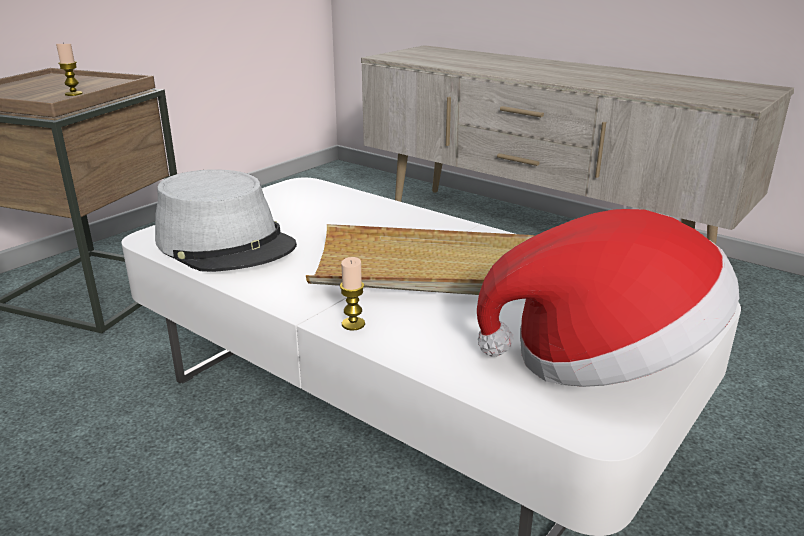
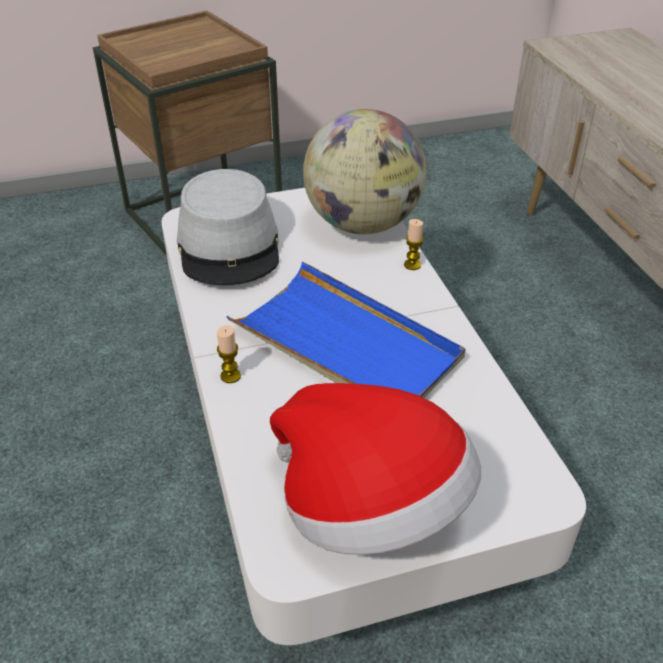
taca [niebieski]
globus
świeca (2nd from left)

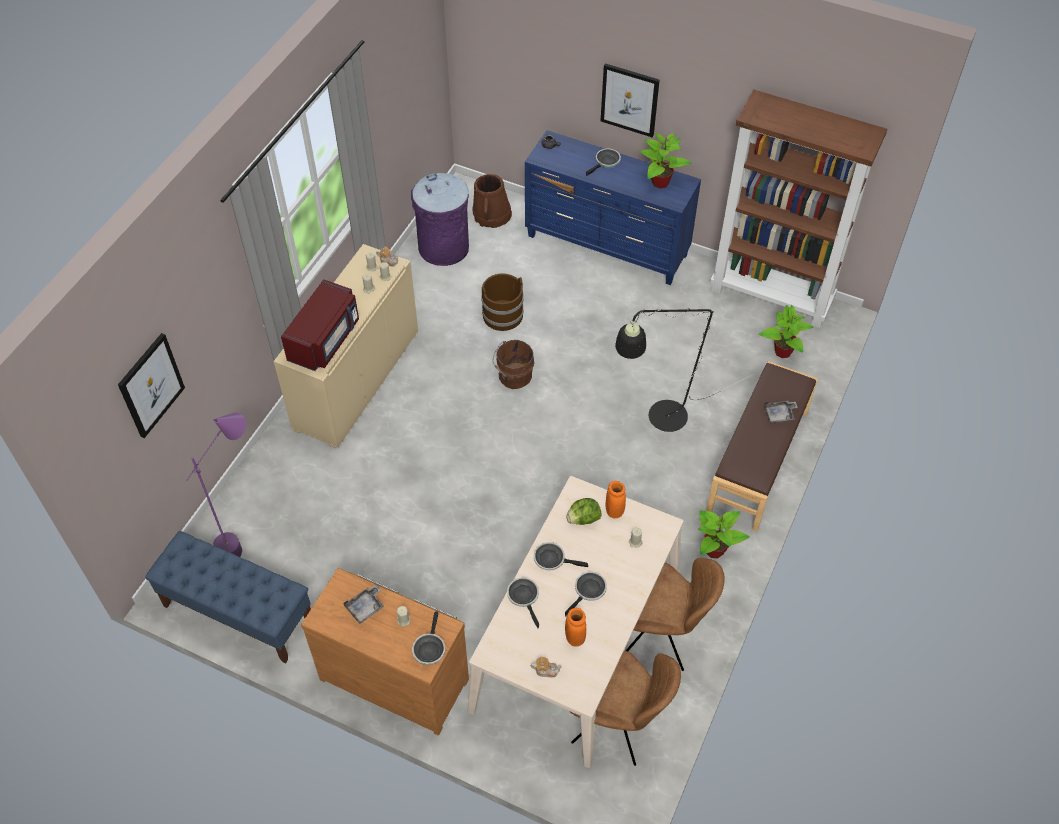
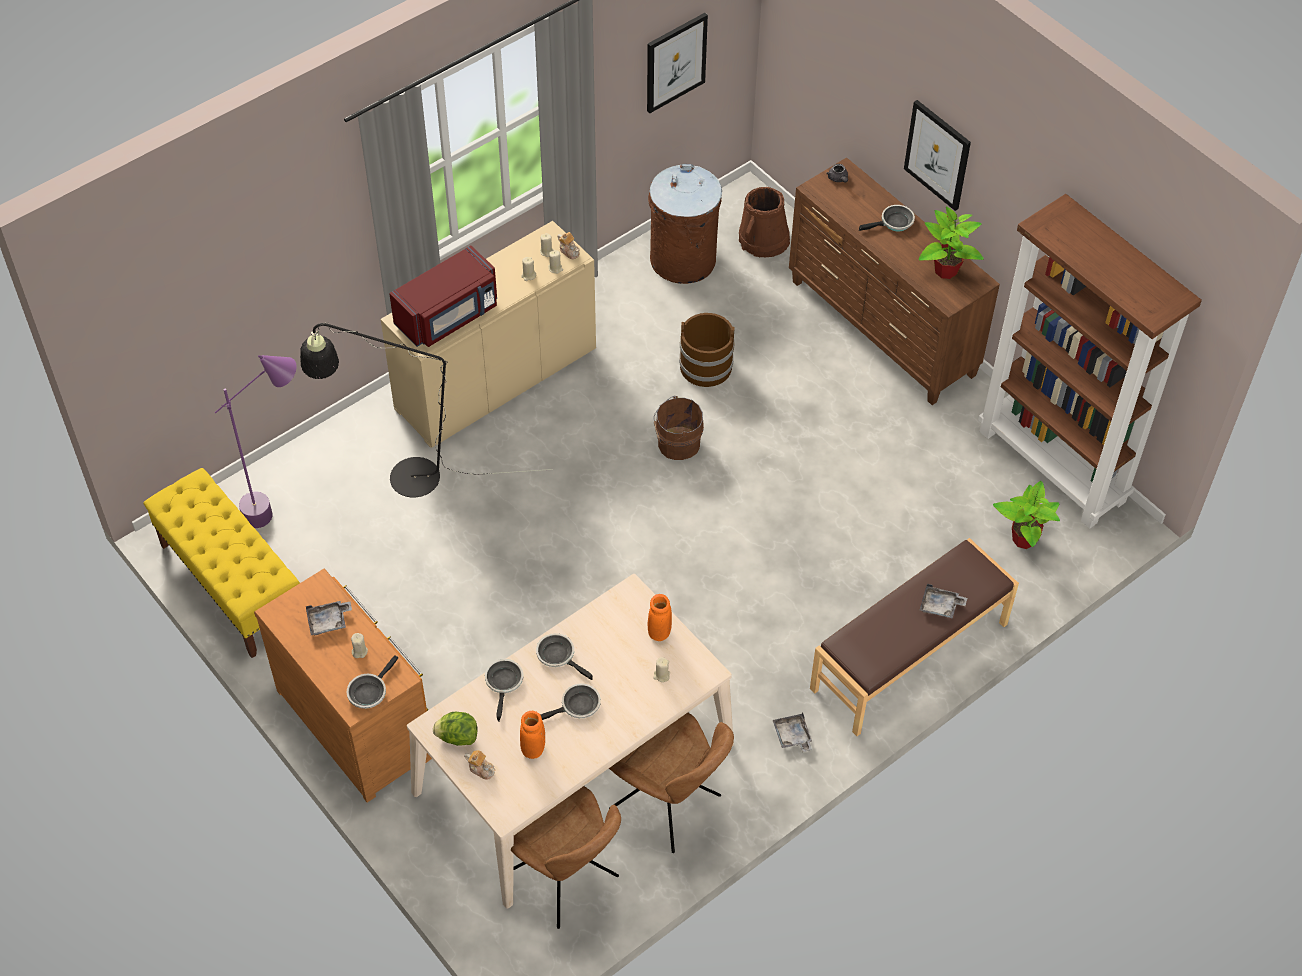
ławka [żółty]
lampa stojąca [czarny]
sałata
obraz (1st from left)
kosz na śmieci [brązowy]
taca [szary] (2nd from left)
komoda [brązowy] (2nd from left)

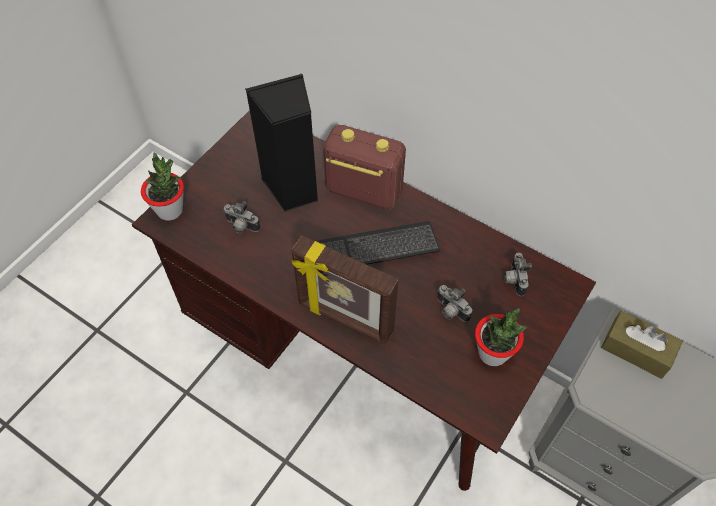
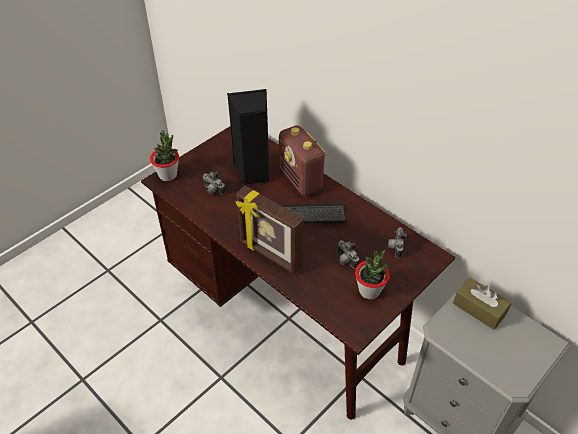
radio

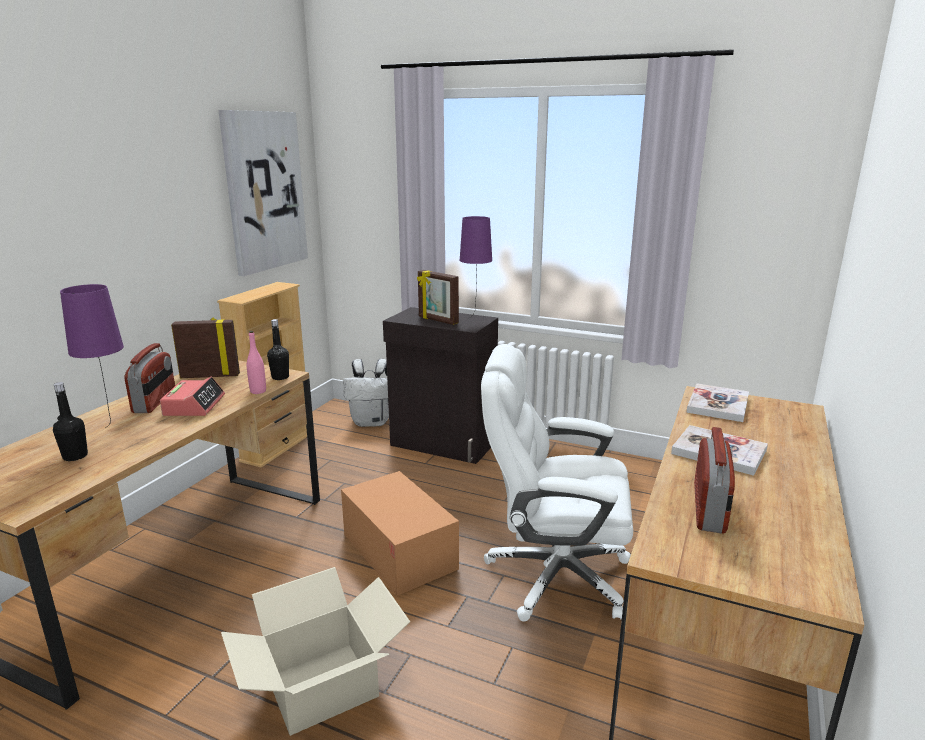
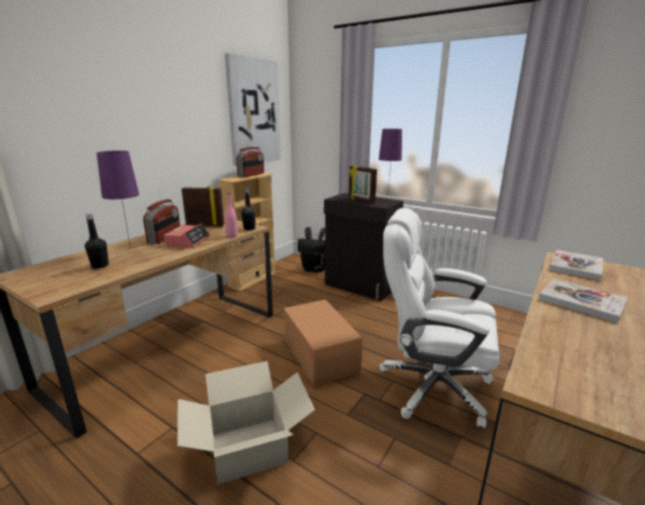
radio (2nd from left)
plecak [czarny]

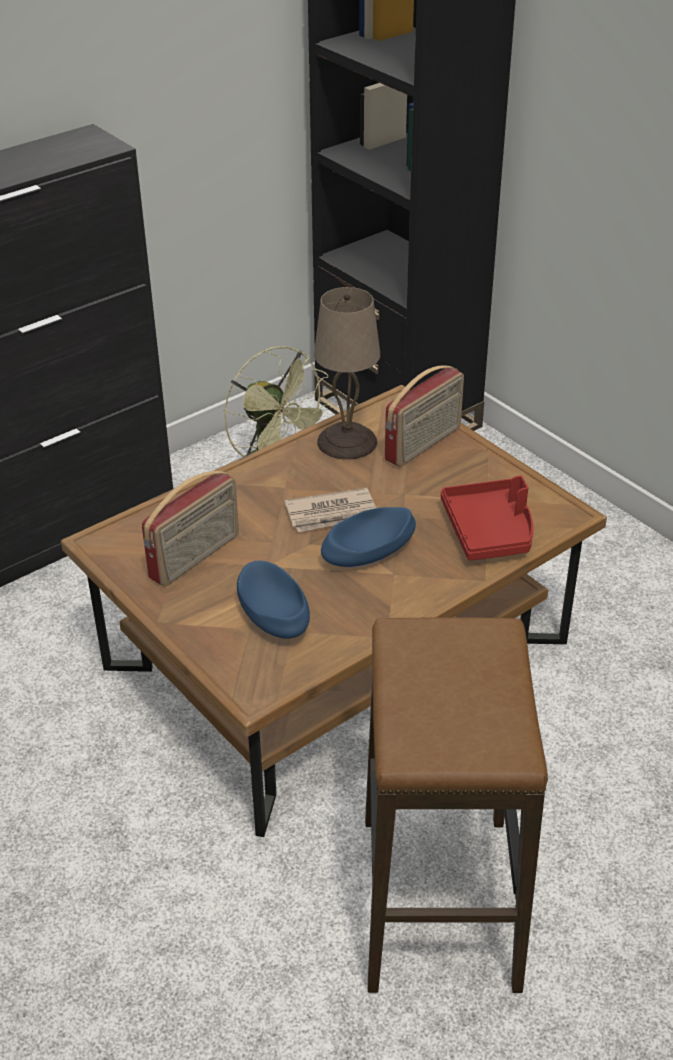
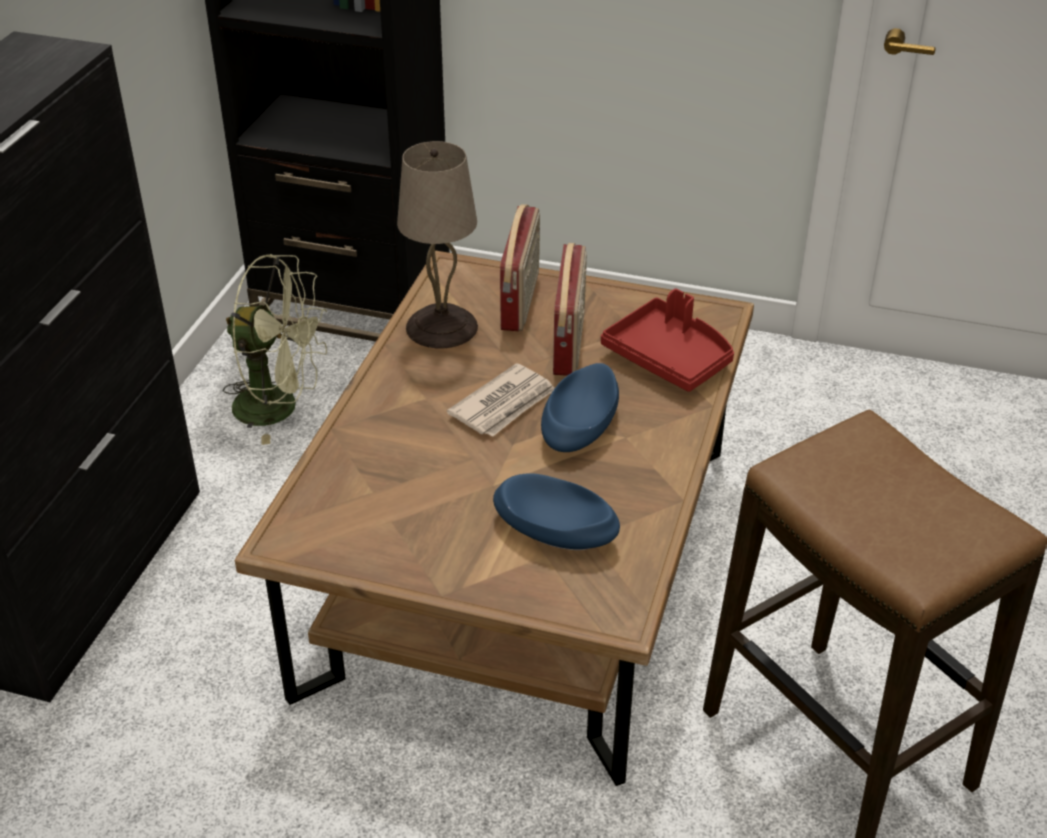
radio (2nd from left)

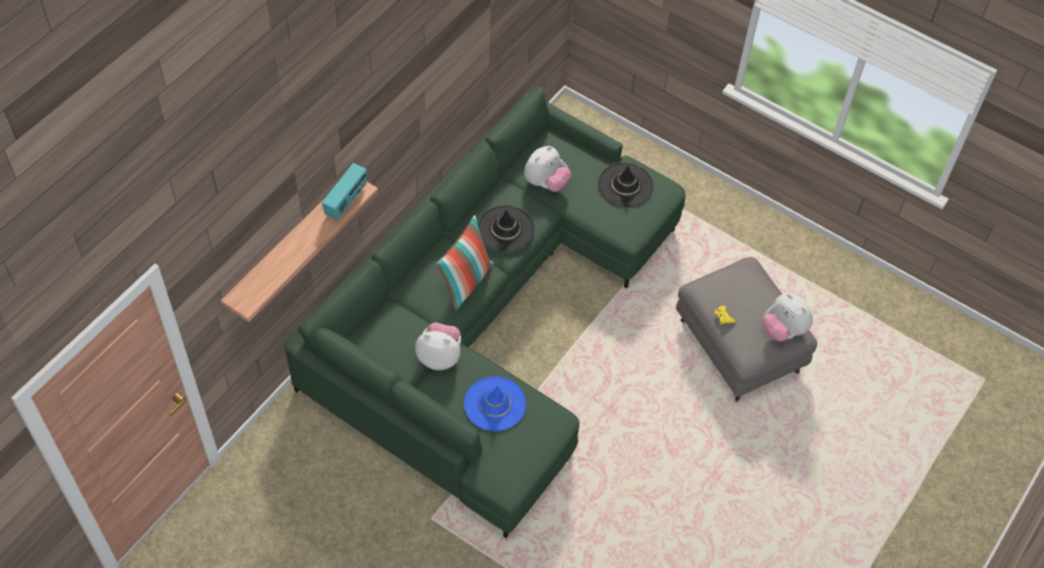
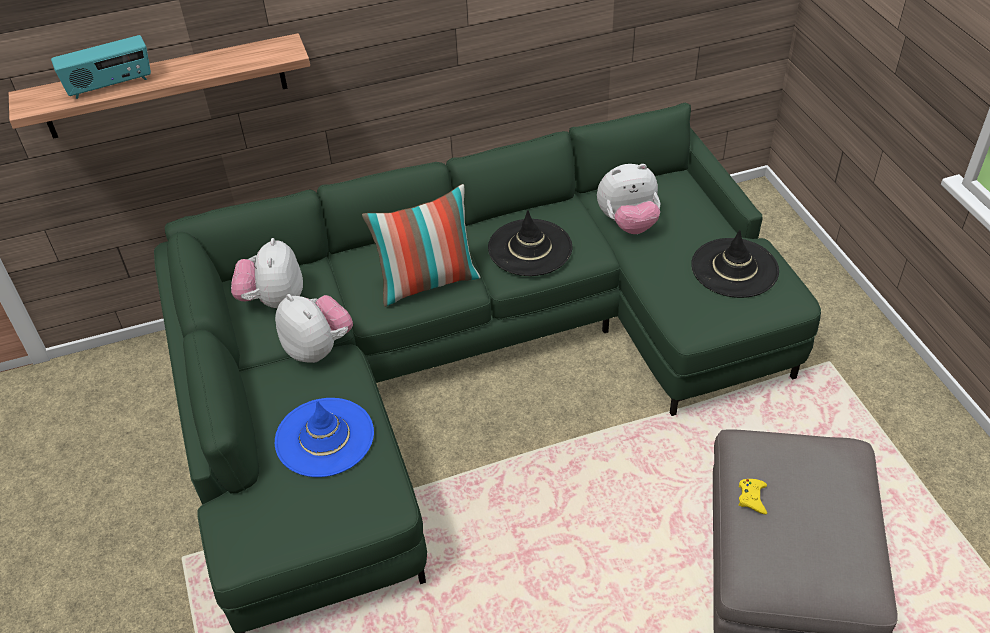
radio
pluszak (1st from left)

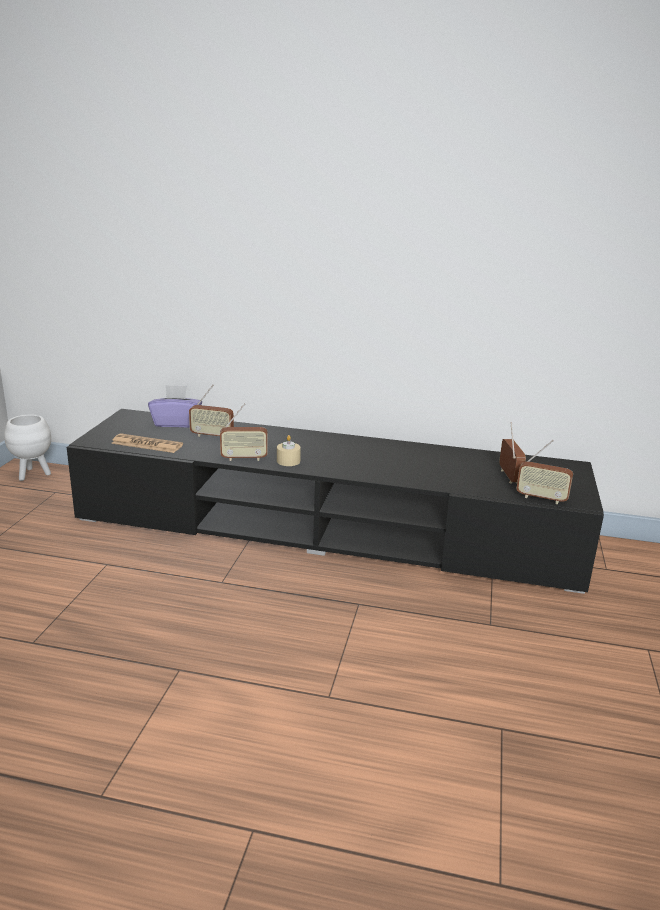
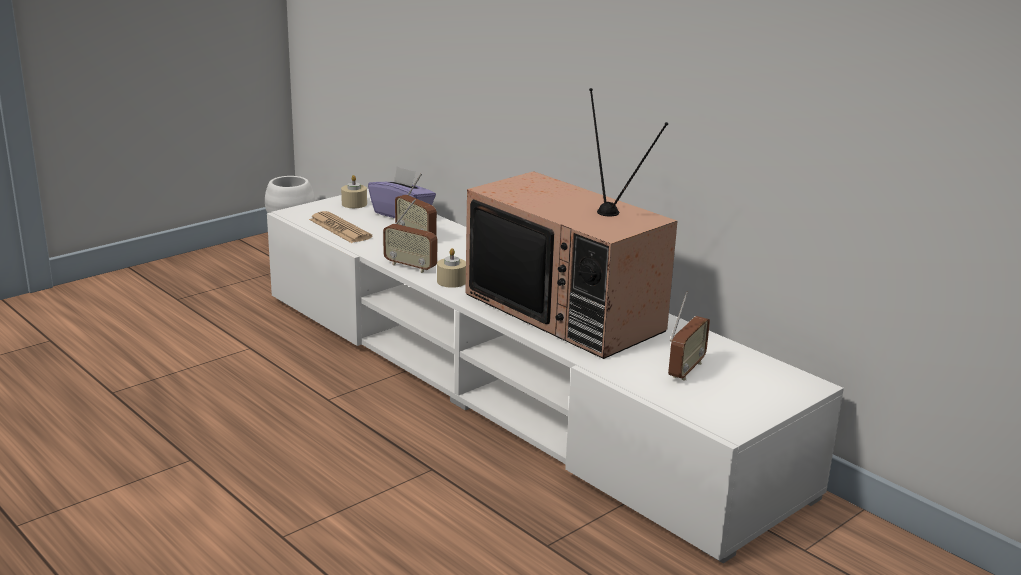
szafka pod telewizor [biały]
świeca [beżowy] (1st from left)
telewizor
radio (4th from left in the first image)

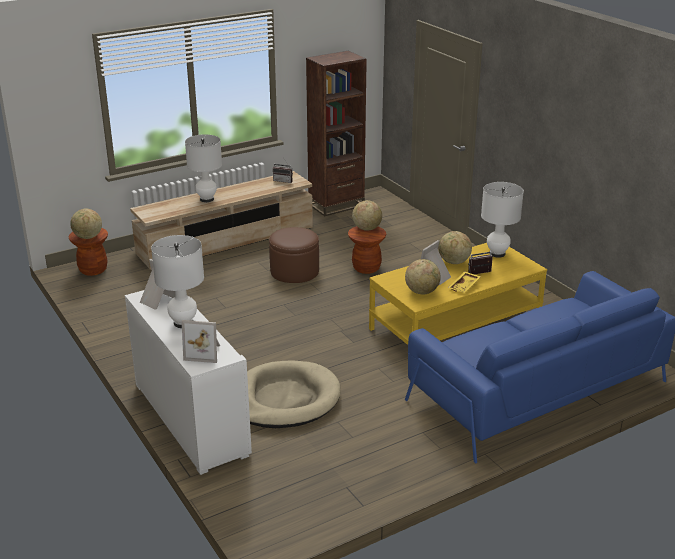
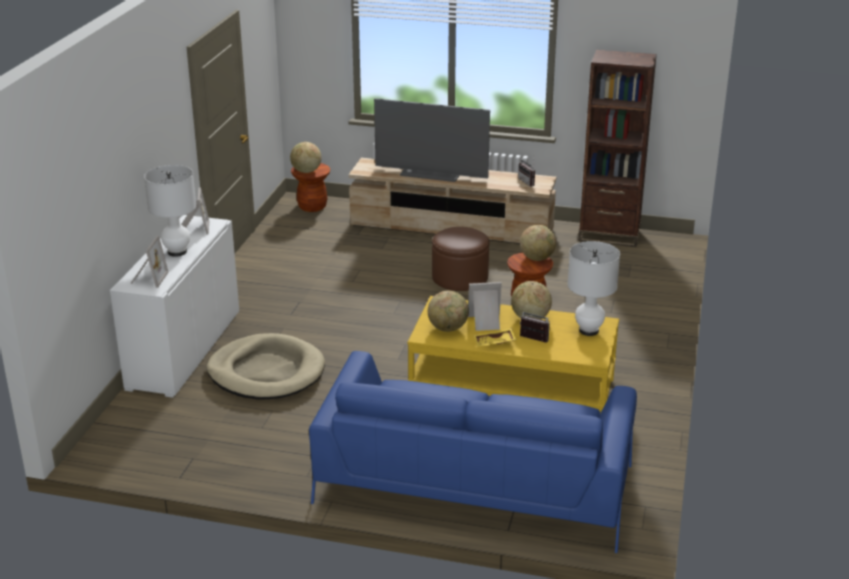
ramka na zdjęcie (1st from left)
telewizor

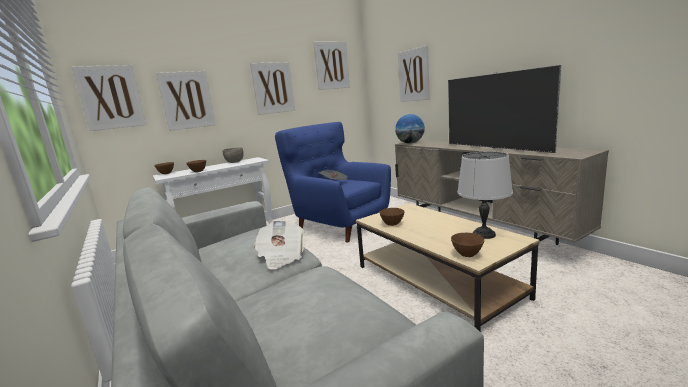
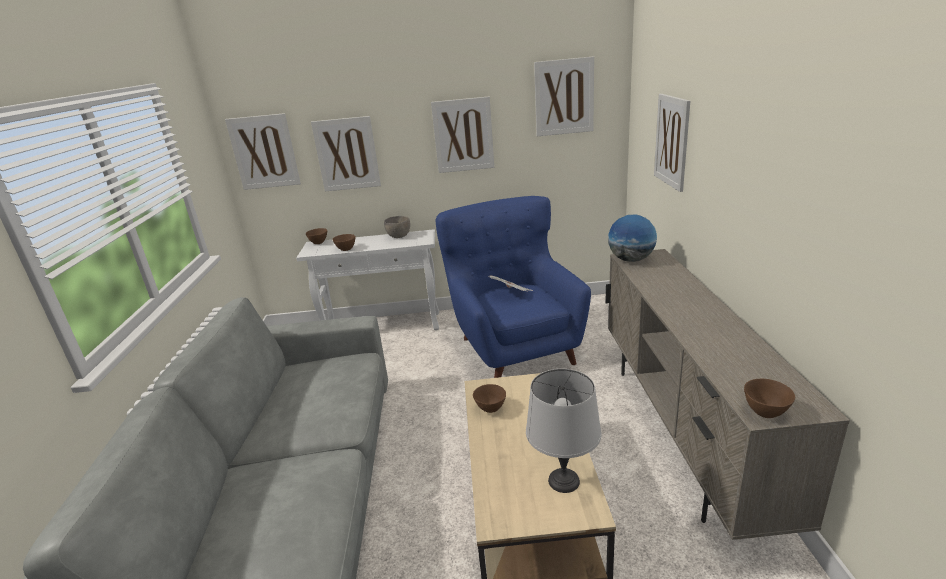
miska [brązowy] (4th from left)
gazeta (1st from left in the first image)
telewizor

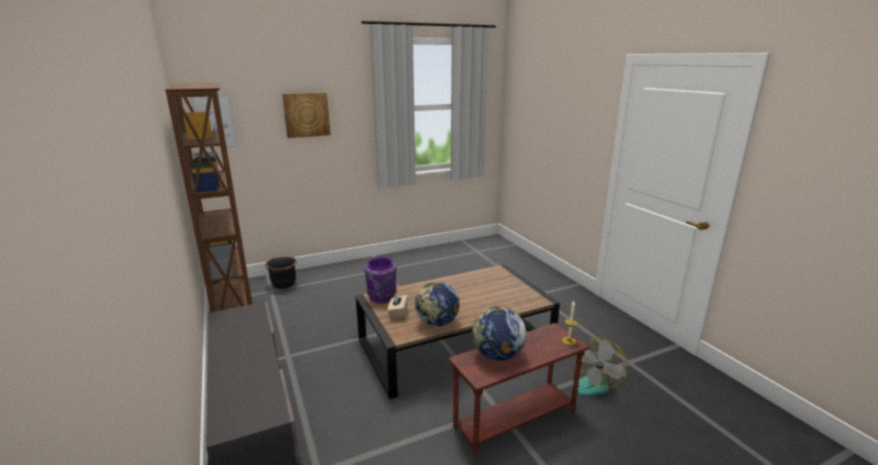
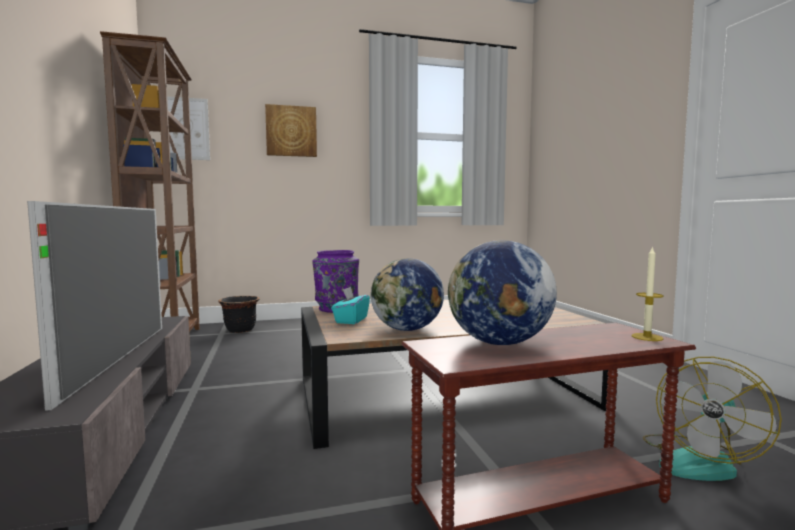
telewizor
pudełko chusteczek [turkusowy]

